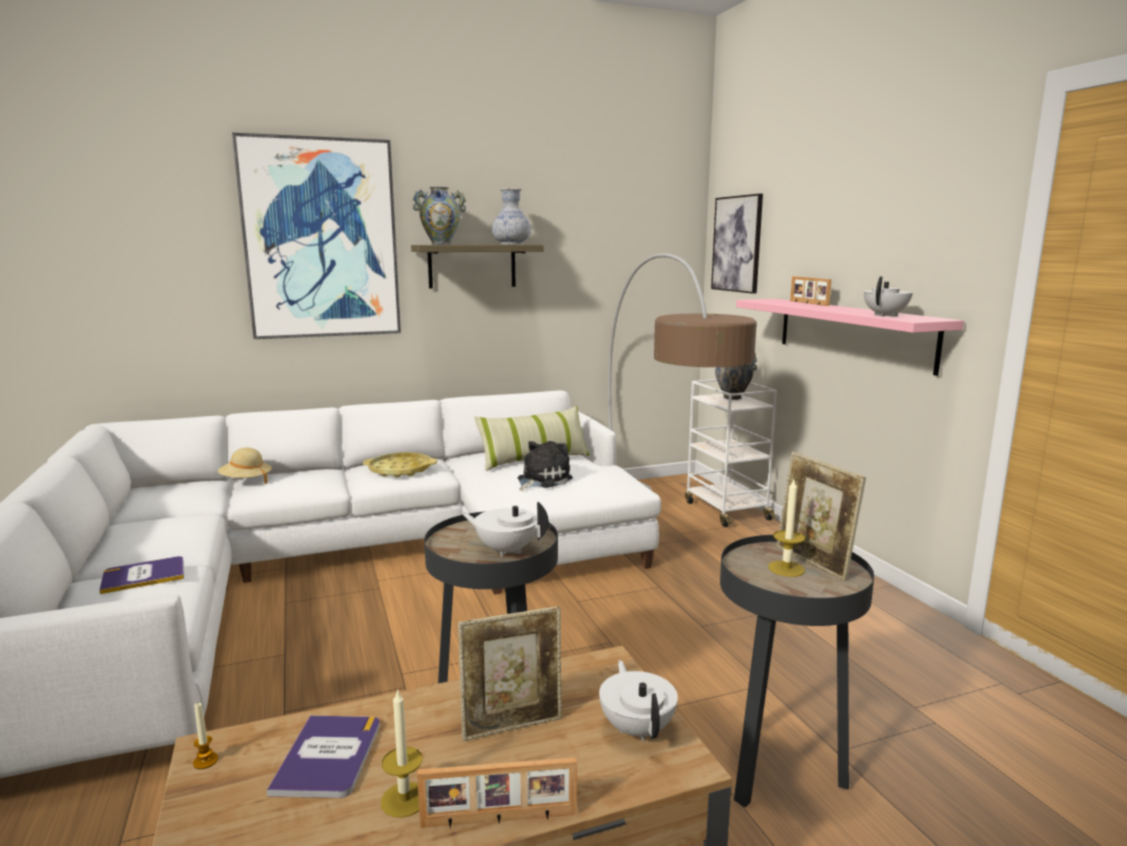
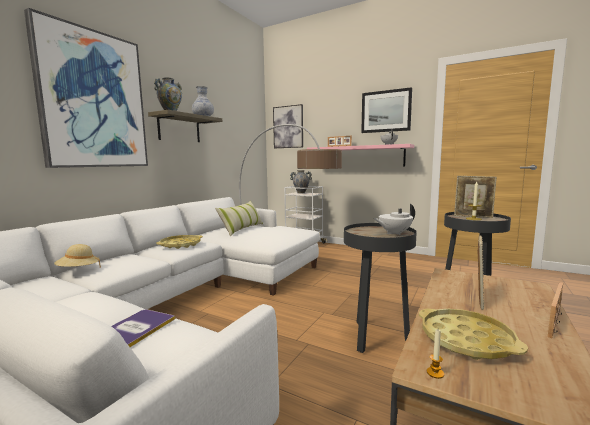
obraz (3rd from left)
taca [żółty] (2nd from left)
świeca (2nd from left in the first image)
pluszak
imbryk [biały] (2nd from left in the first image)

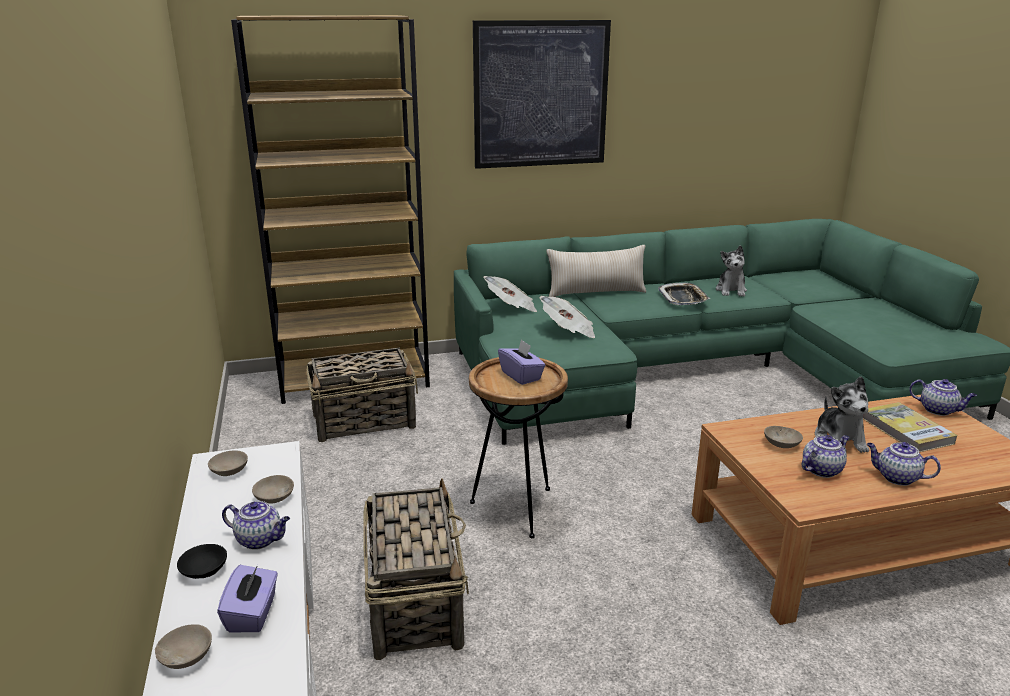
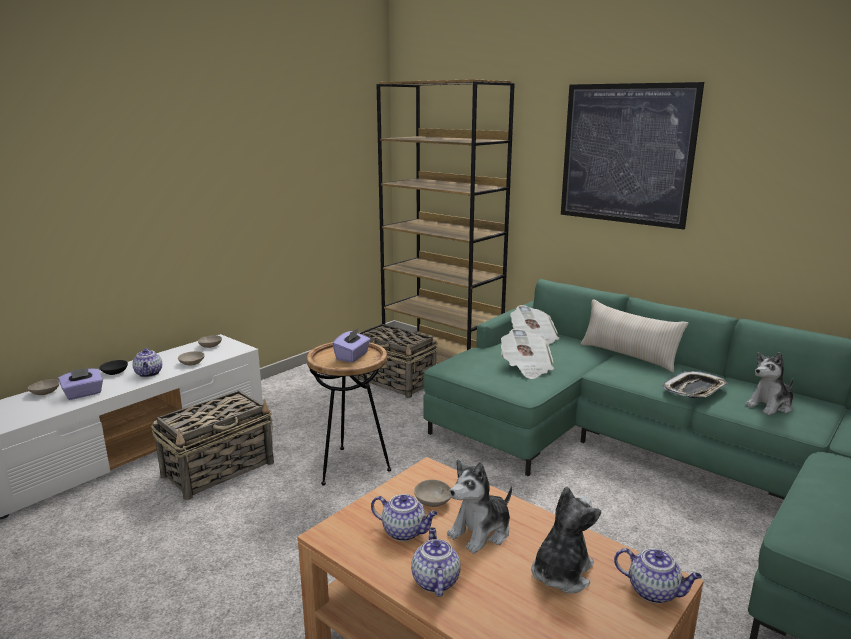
pluszak (2nd from left)
imbryk (4th from left)

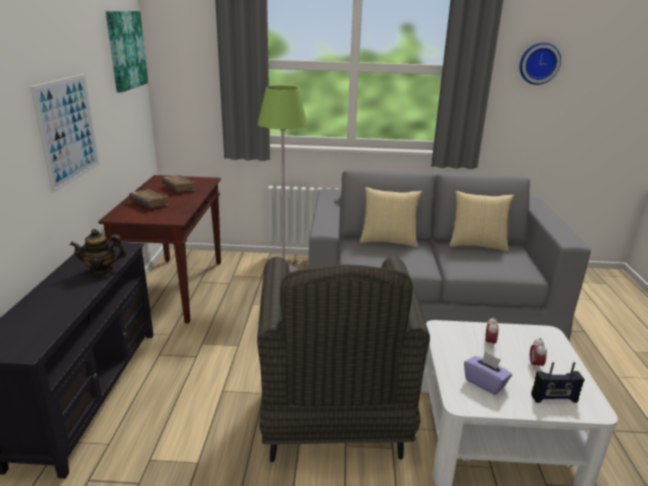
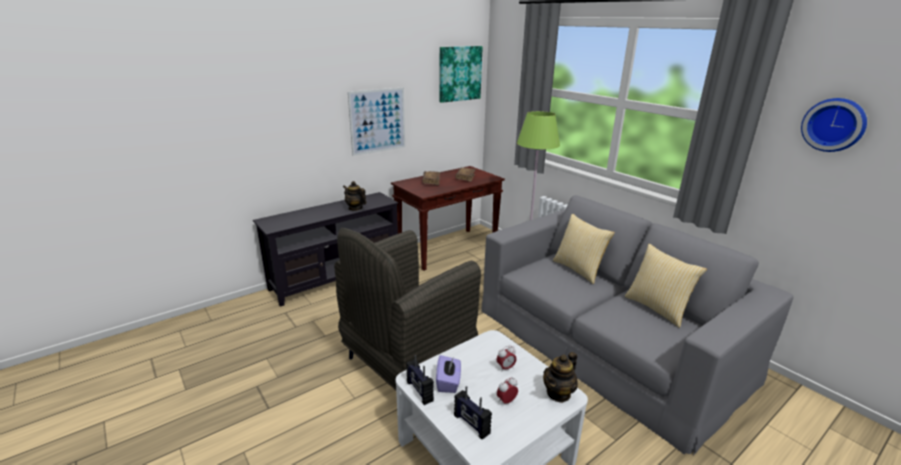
radio (1st from left)
imbryk (2nd from left)

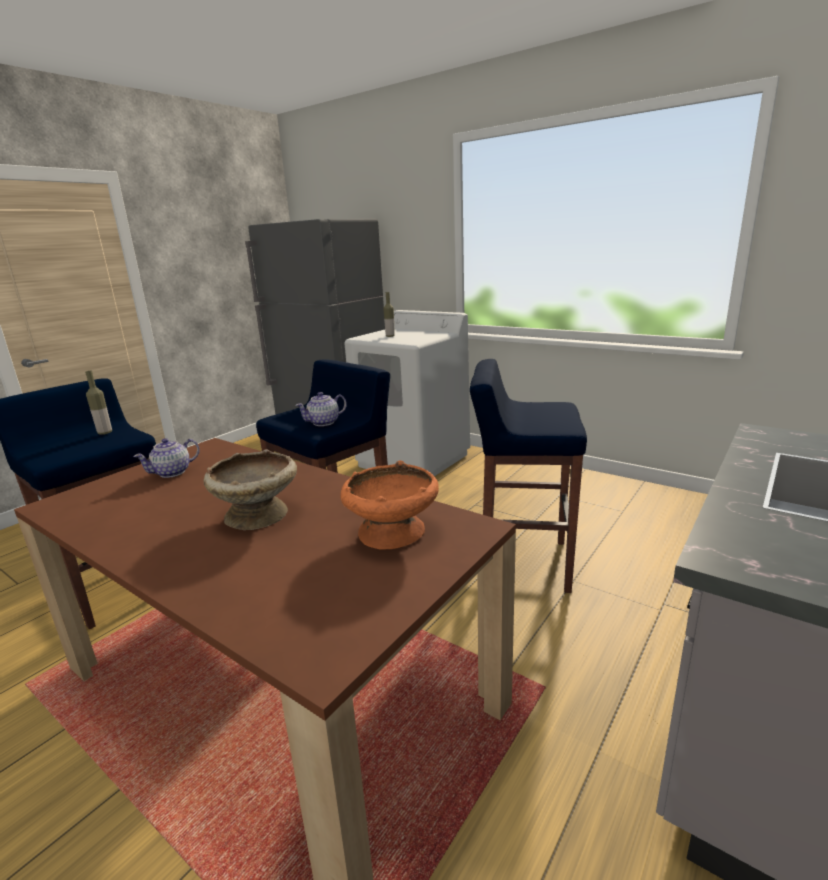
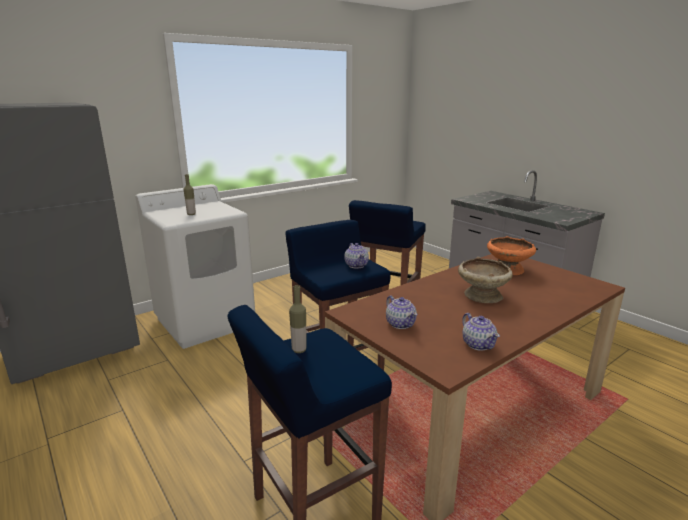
imbryk (3rd from left)

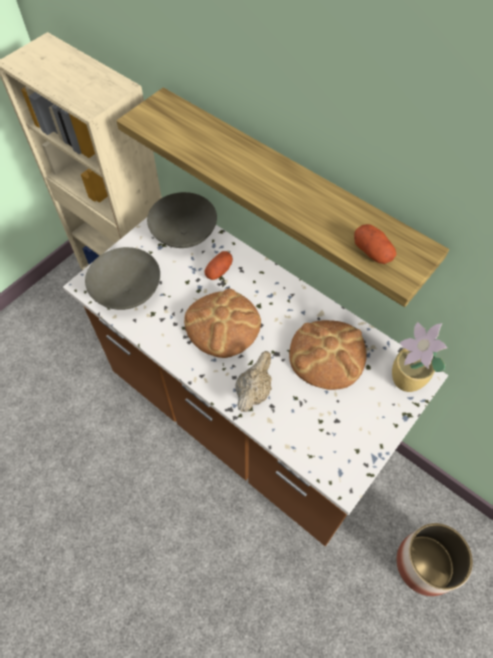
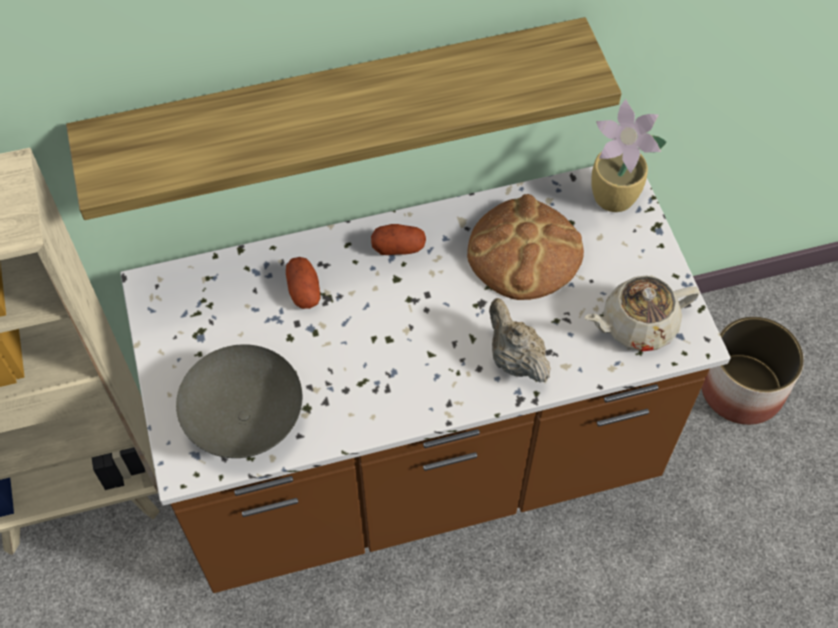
ziemniak (2nd from left)
imbryk [beżowy] (2nd from left)
miska [szary] (2nd from left in the first image)
chleb (1st from left in the first image)

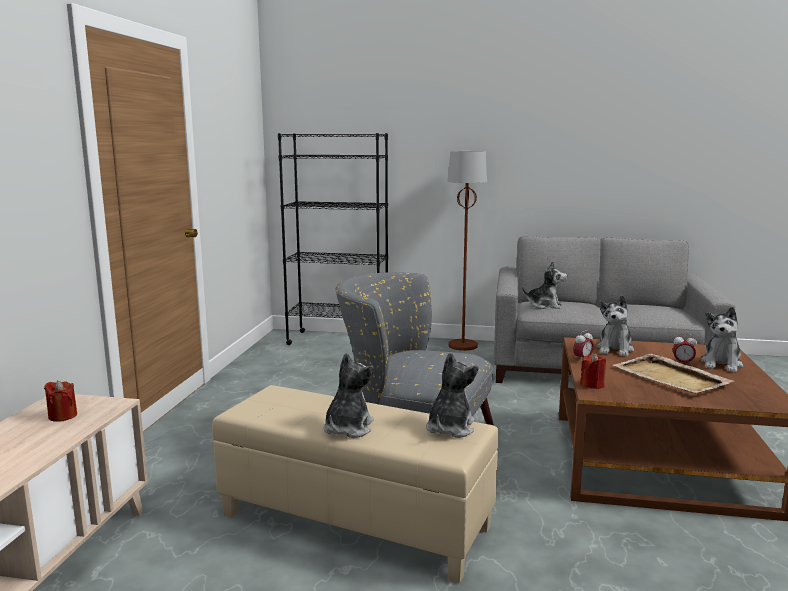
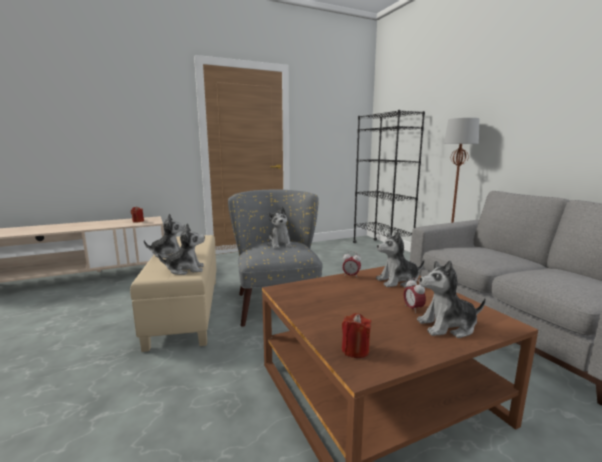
pluszak (3rd from left)
świeca [czerwony] (2nd from left)
taca [beżowy]

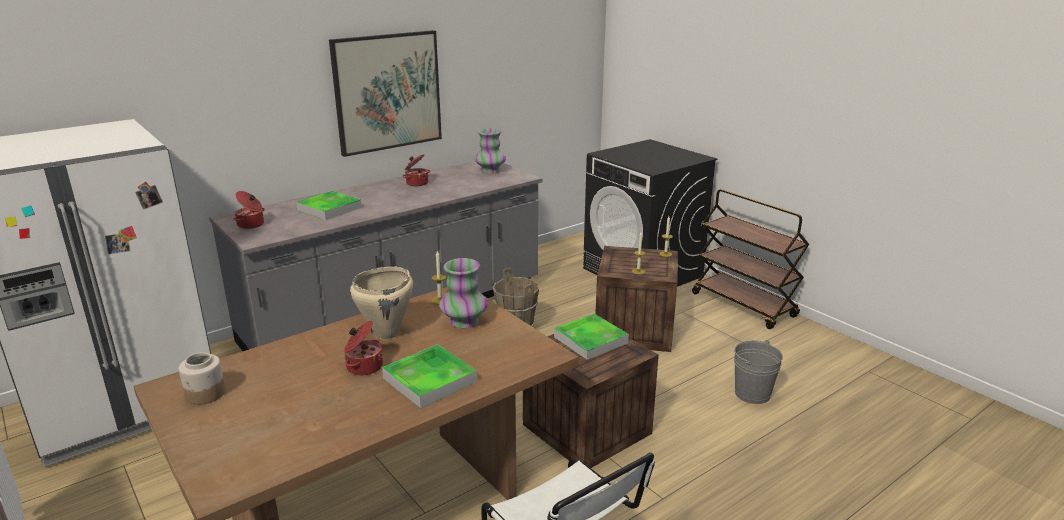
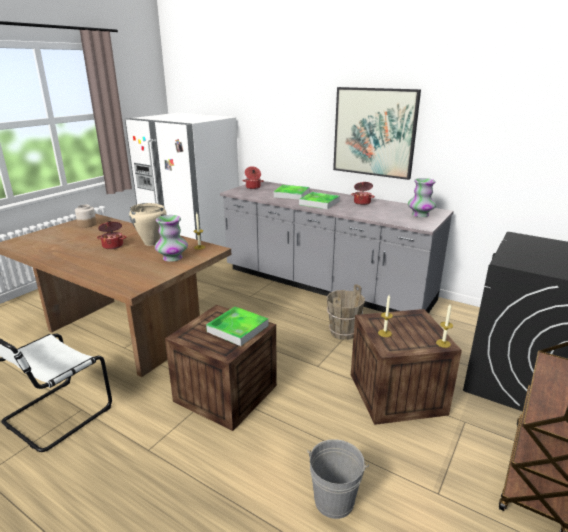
taca (3rd from left)

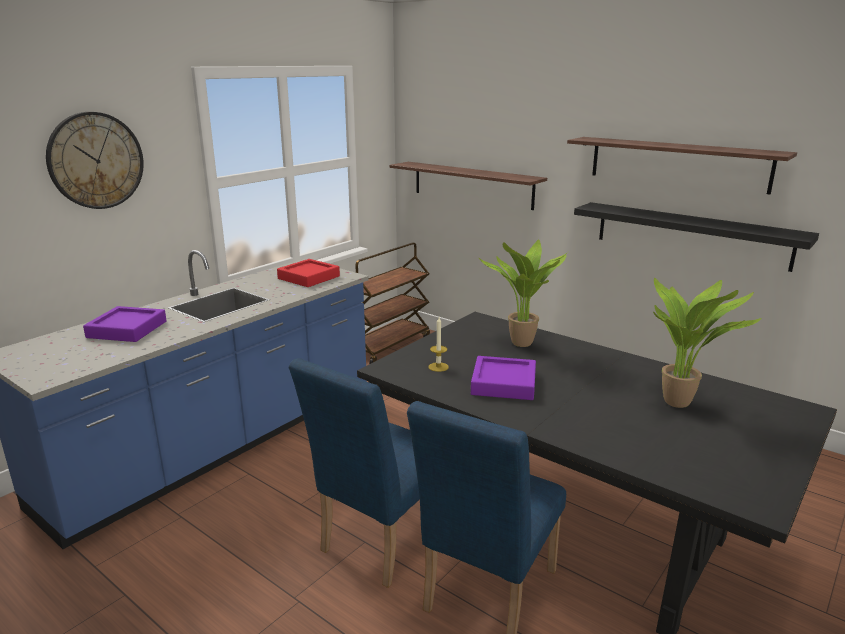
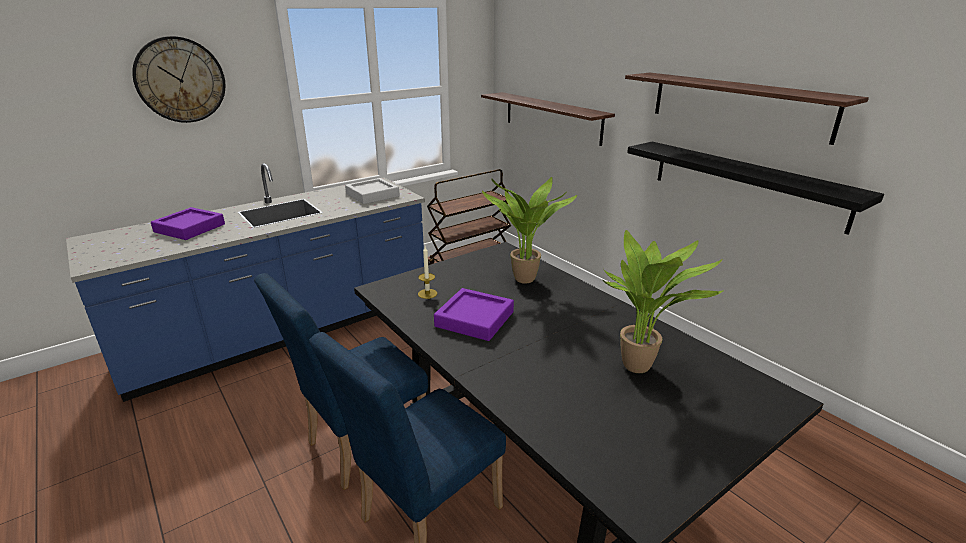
taca [szary]

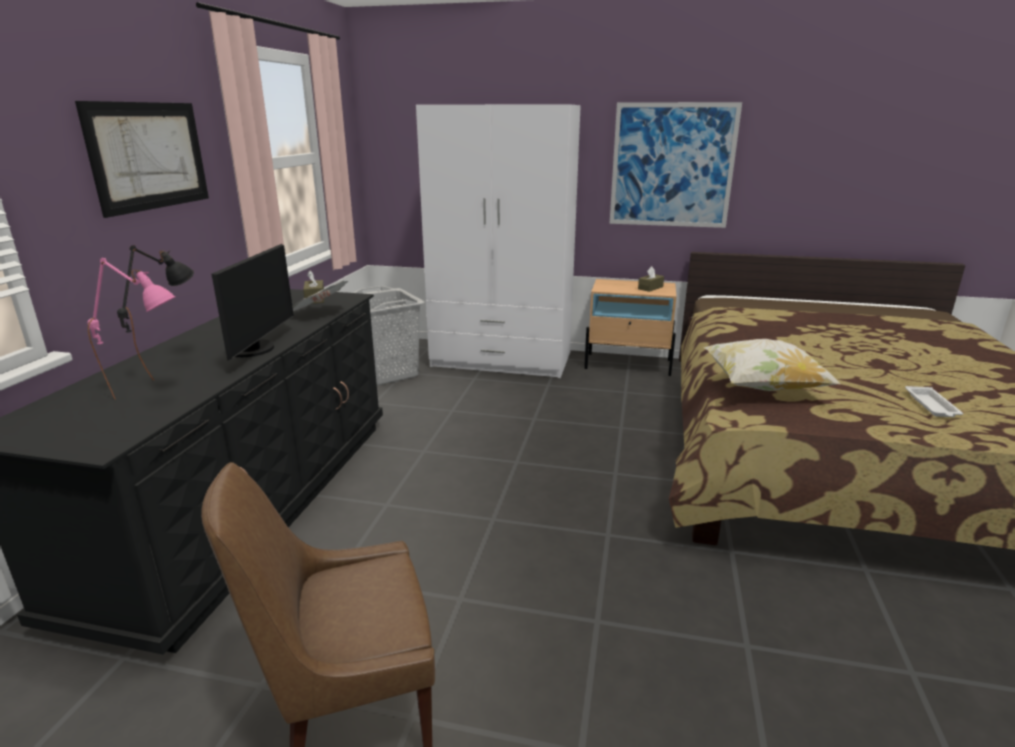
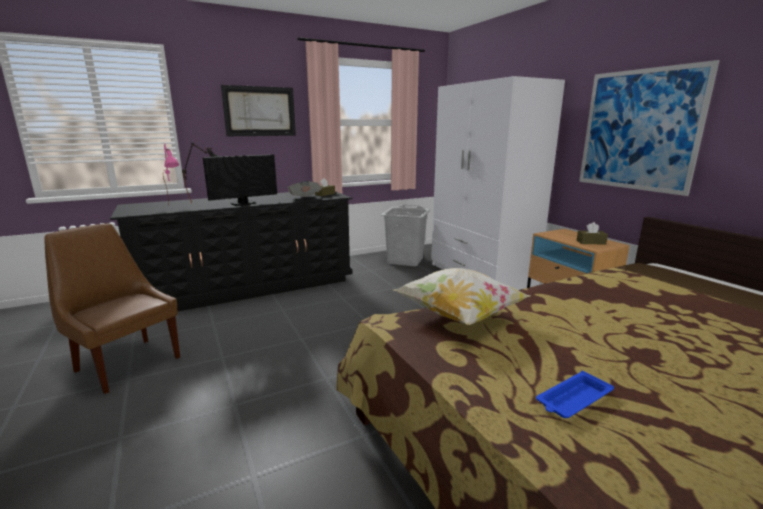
taca [niebieski]

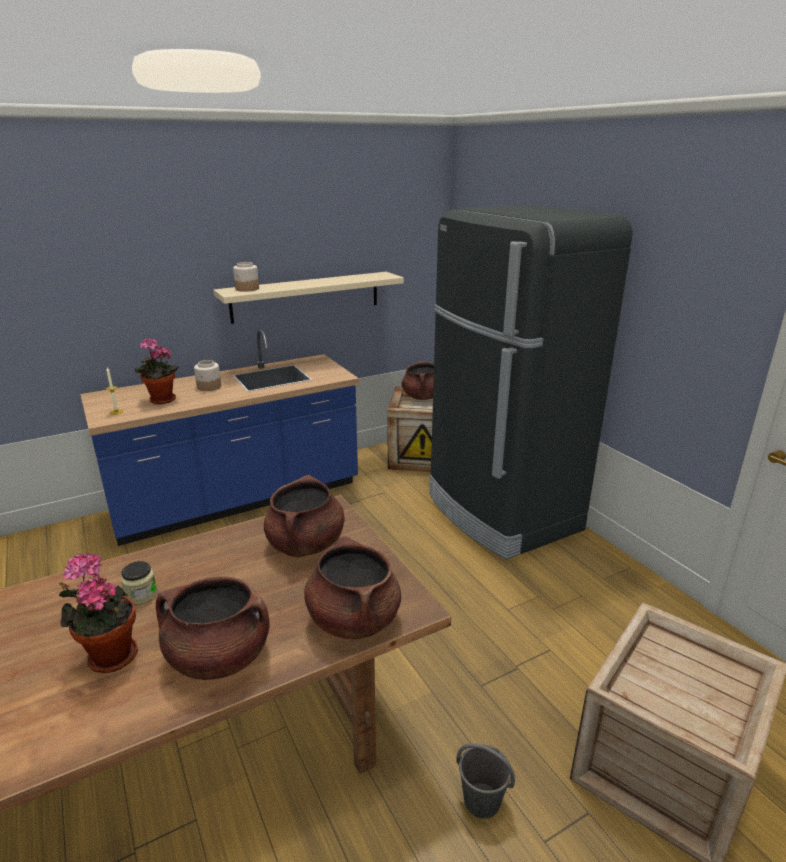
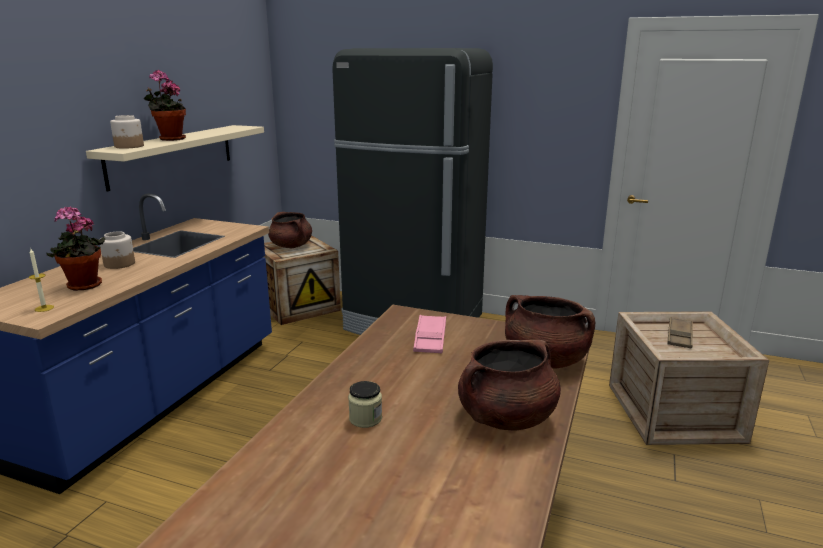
roślina doniczkowa (2nd from left)
taca [różowy]
taca [brązowy]
wiadro [szary]

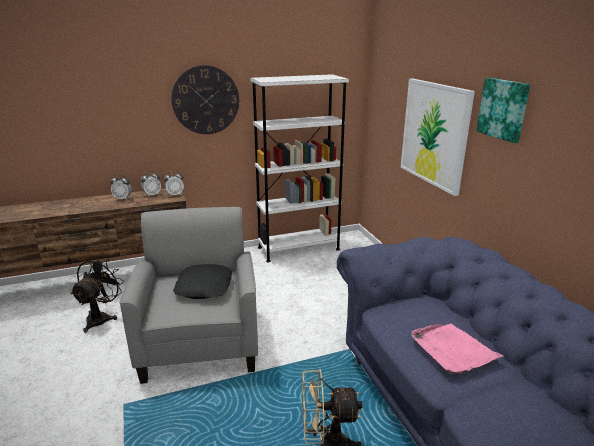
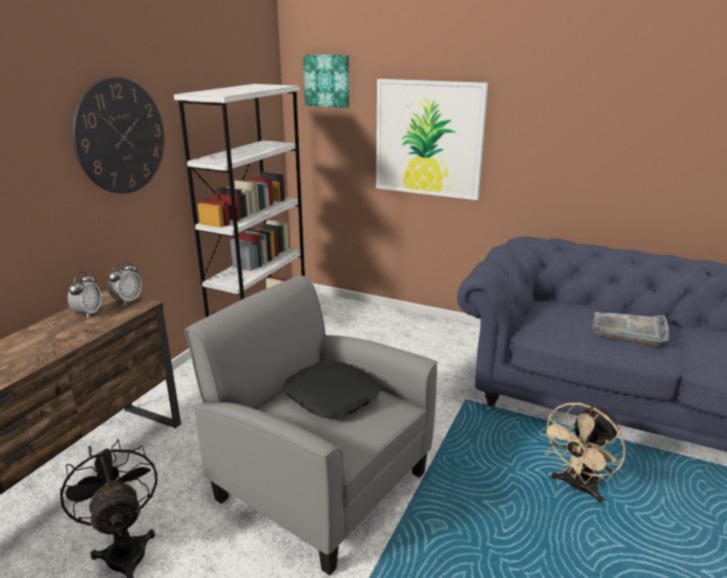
obraz (1st from left)
taca [szary]
budzik (1st from left in the first image)

